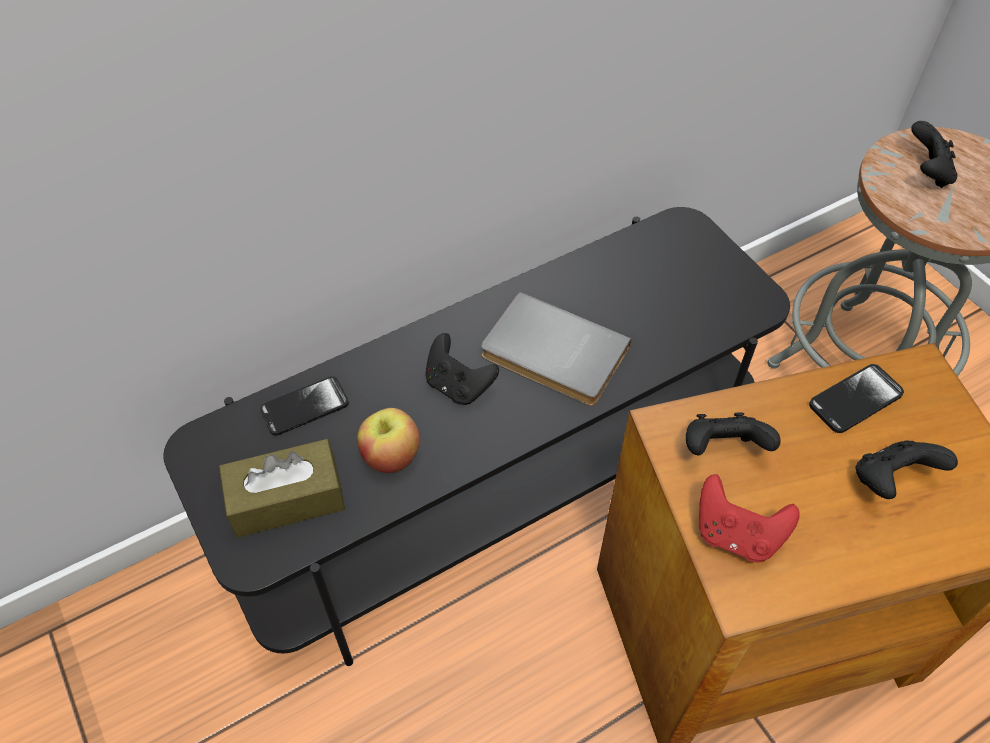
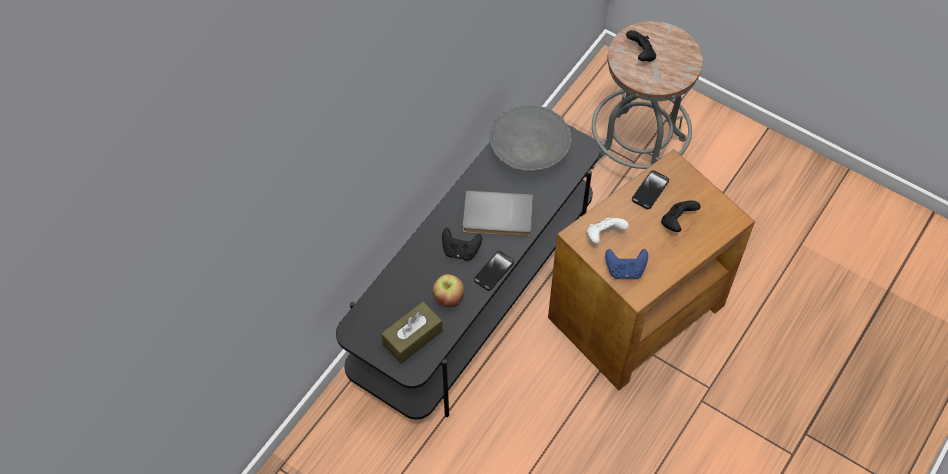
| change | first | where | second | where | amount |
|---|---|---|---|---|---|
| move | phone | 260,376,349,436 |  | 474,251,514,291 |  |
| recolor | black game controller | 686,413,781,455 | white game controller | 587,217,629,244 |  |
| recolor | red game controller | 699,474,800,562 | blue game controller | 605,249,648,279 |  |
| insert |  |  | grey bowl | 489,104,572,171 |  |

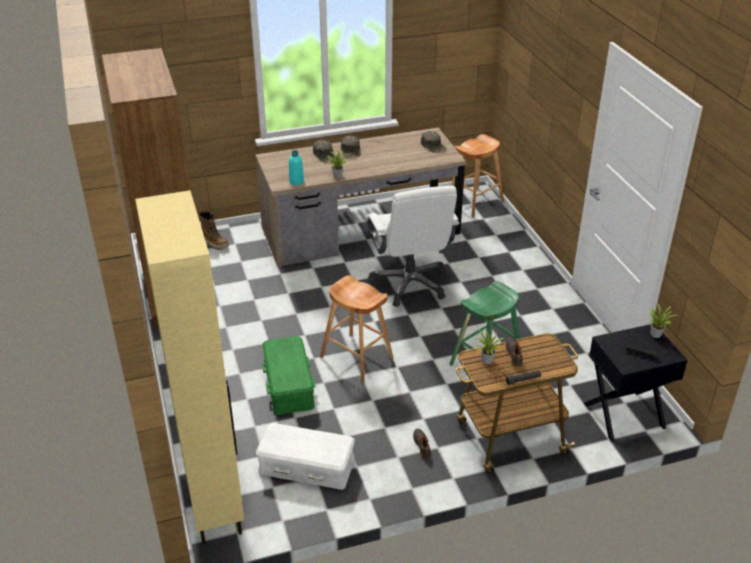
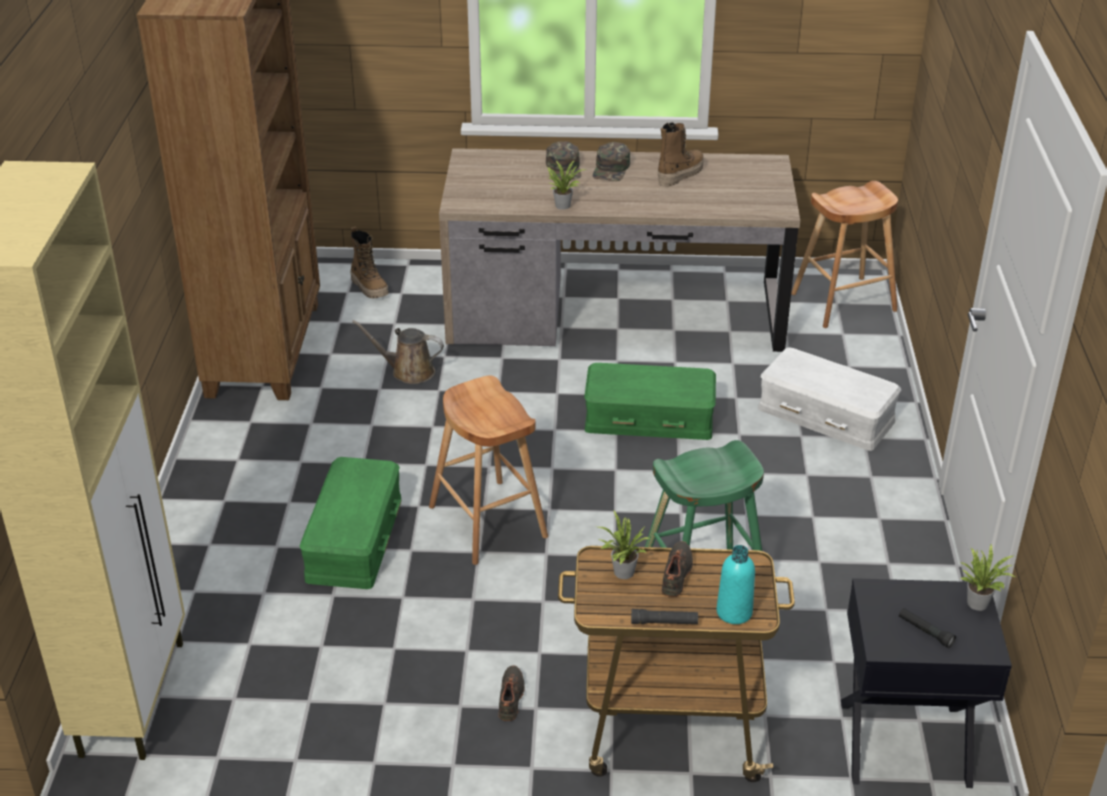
| change | first | where | second | where | amount |
|---|---|---|---|---|---|
| move | white storage box | 256,423,355,490 |  | 758,347,901,451 |  |
| move | turquoise bottle | 289,150,304,185 |  | 716,545,755,624 |  |
| replace | white office chair | 367,186,460,307 | green storage box | 584,363,716,440 |  |
| delete | green cap | 421,131,447,153 |  |  |  |
| insert |  |  | brown watering can | 352,320,444,384 |  |
| insert |  |  | boot | 658,122,704,187 |  |

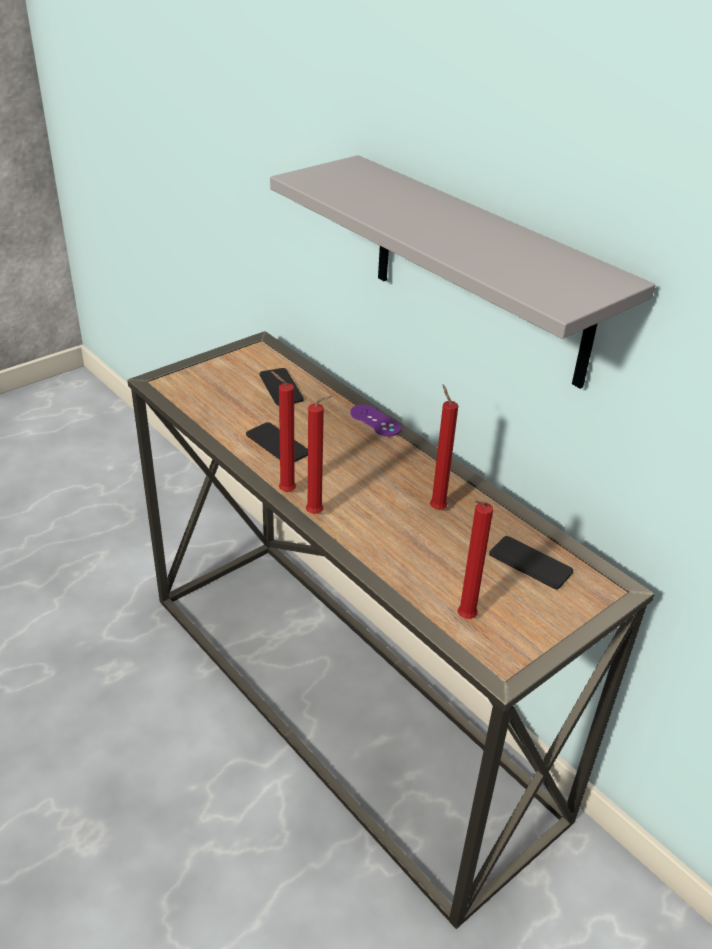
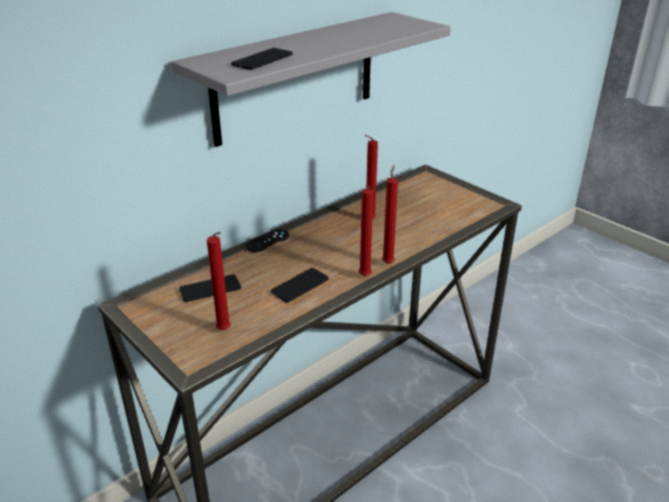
| change | first | where | second | where | amount |
|---|---|---|---|---|---|
| recolor | purple game controller | 350,404,401,437 | black game controller | 246,229,289,252 |  |
| move | red candle | 458,501,493,619 |  | 207,232,231,330 |  |
| move | phone | 489,536,573,589 |  | 231,48,293,70 |  |

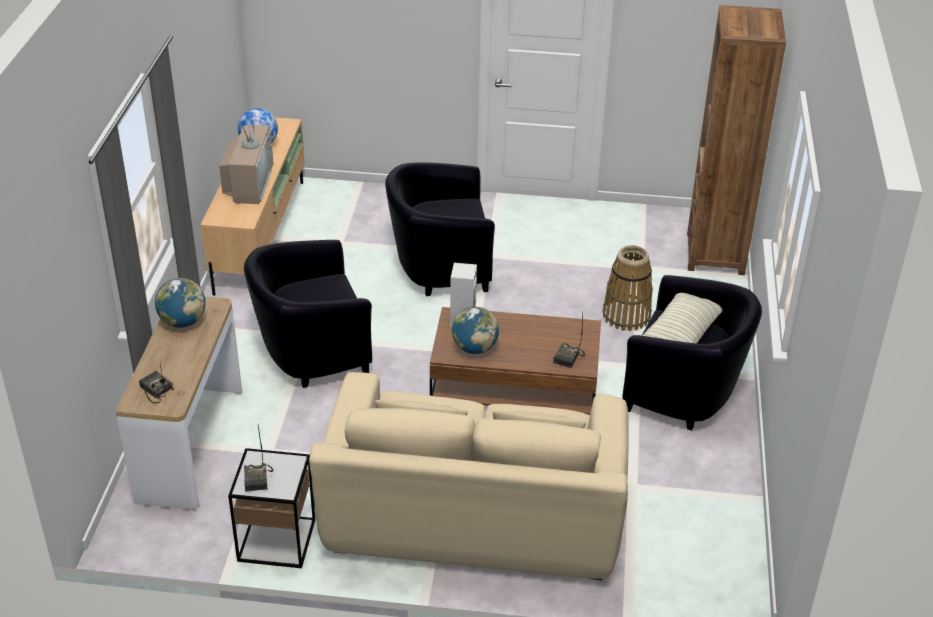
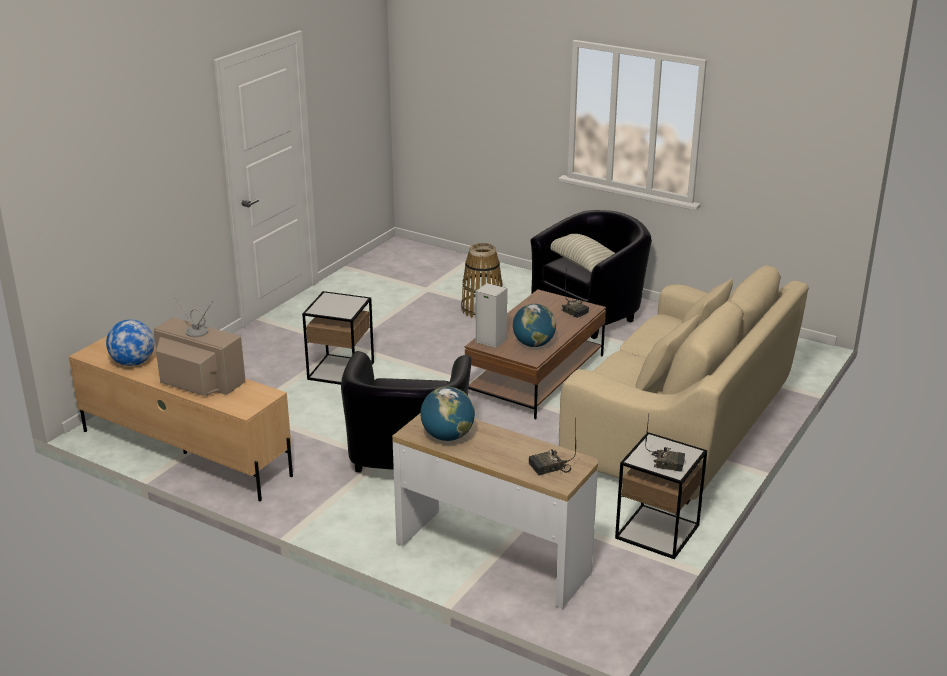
| change | first | where | second | where | amount |
|---|---|---|---|---|---|
| replace | black armchair | 385,162,495,296 | side table | 302,291,374,385 |  |
| delete | brown bookcase | 687,5,786,275 |  |  |  |

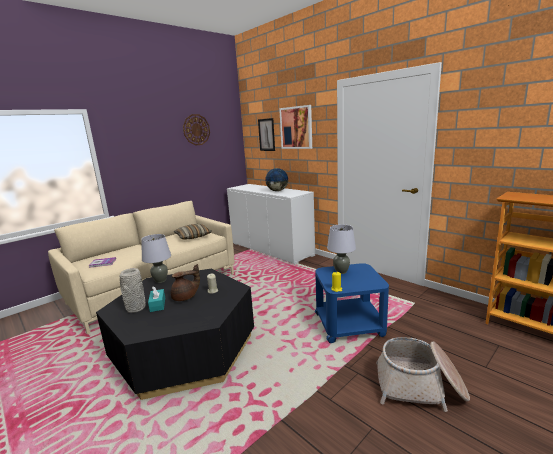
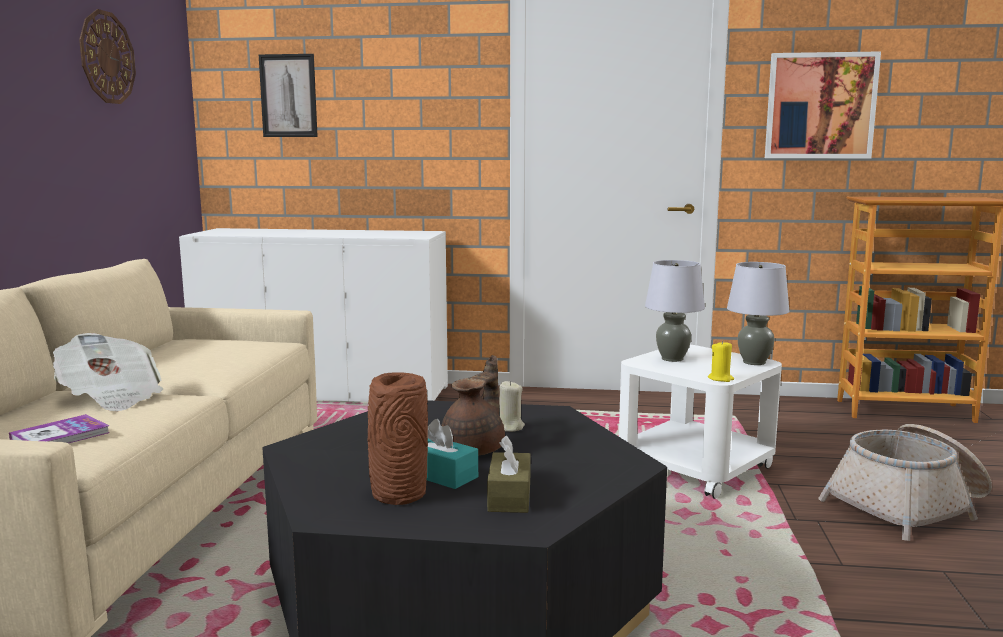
| change | first | where | second | where | amount |
|---|---|---|---|---|---|
| recolor | grey vase | 119,268,146,313 | brown vase | 368,372,428,505 |  |
| move | grey table lamp | 141,234,171,283 |  | 727,262,789,365 |  |
| delete | pillow | 174,224,212,240 |  |  |  |
| delete | globe | 265,168,289,191 |  |  |  |
| move | picture | 279,105,312,149 |  | 765,51,881,158 |  |
| recolor | blue side table | 315,263,389,343 | white side table | 619,345,782,499 |  |
| insert |  |  | newspaper | 53,333,163,412 |  |
| insert |  |  | brown tissue box | 487,436,531,513 |  |

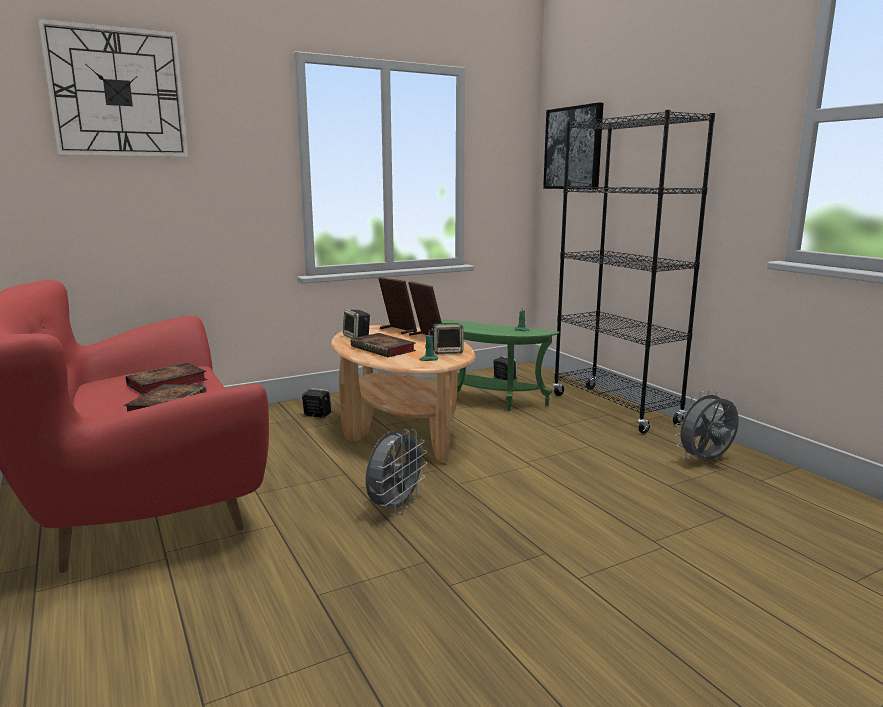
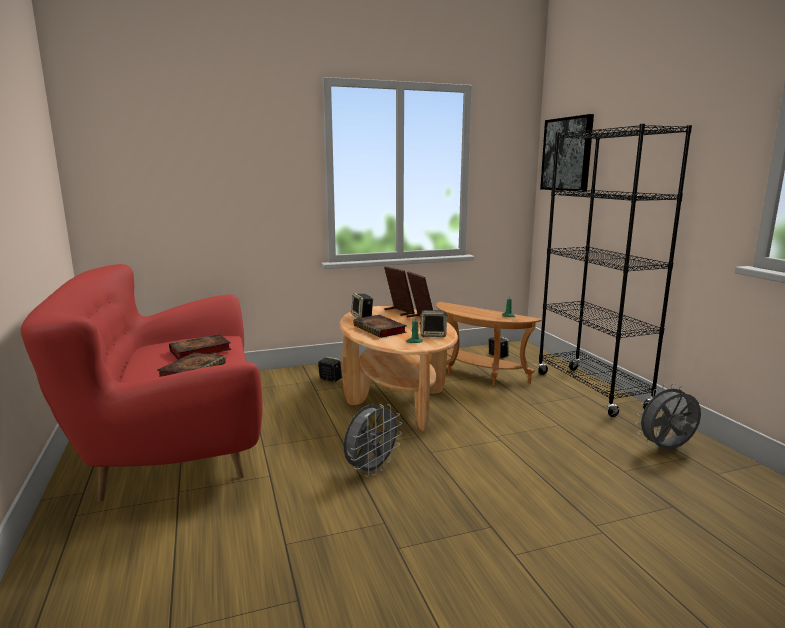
| change | first | where | second | where | amount |
|---|---|---|---|---|---|
| delete | wall clock | 38,19,189,157 |  |  |  |
| recolor | green side table | 441,319,560,411 | brown side table | 436,302,542,386 |  |

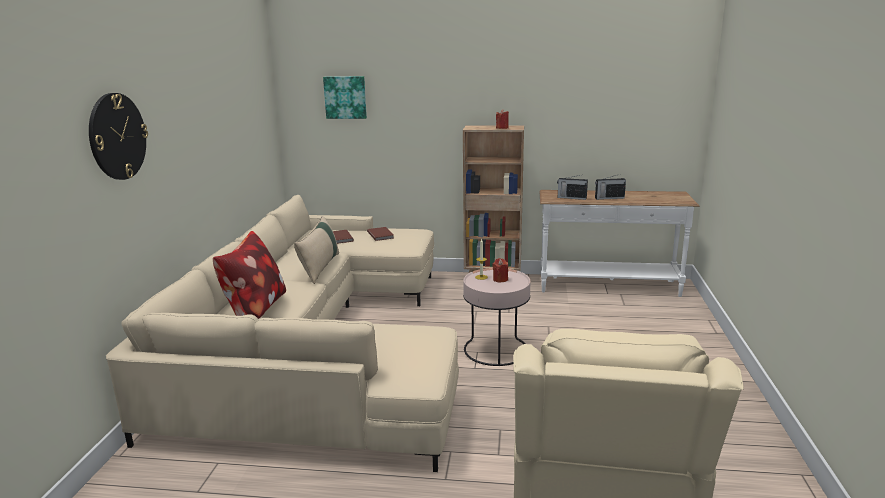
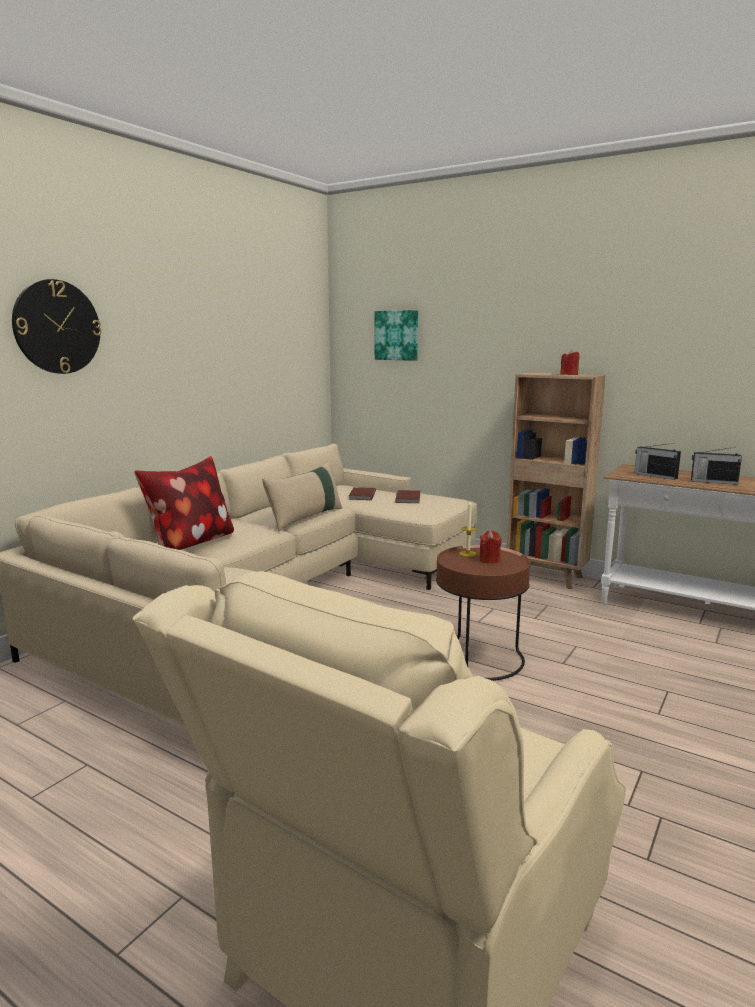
| change | first | where | second | where | amount |
|---|---|---|---|---|---|
| recolor | pink side table | 463,268,530,366 | brown side table | 436,545,530,681 |  |

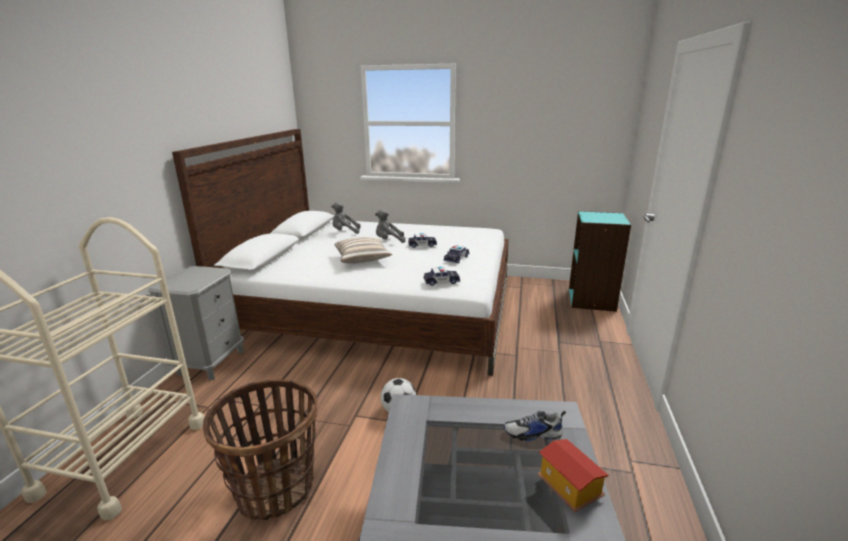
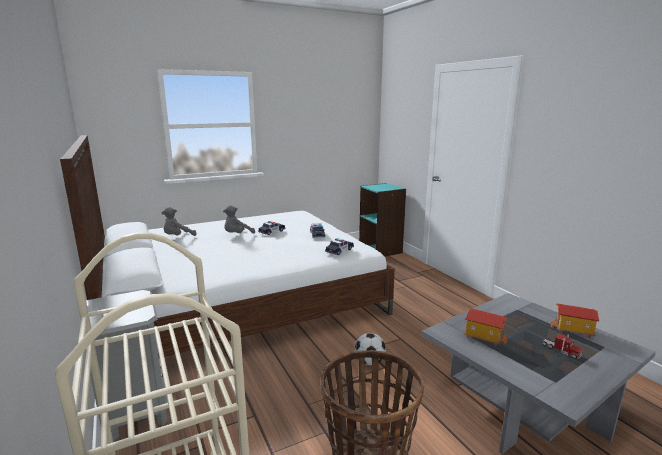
| change | first | where | second | where | amount |
|---|---|---|---|---|---|
| delete | pillow | 334,237,392,264 |  |  |  |
| delete | shoe | 504,411,566,441 |  |  |  |
| insert |  |  | toy house | 464,308,508,346 |  |
| insert |  |  | toy truck | 542,334,583,359 |  |

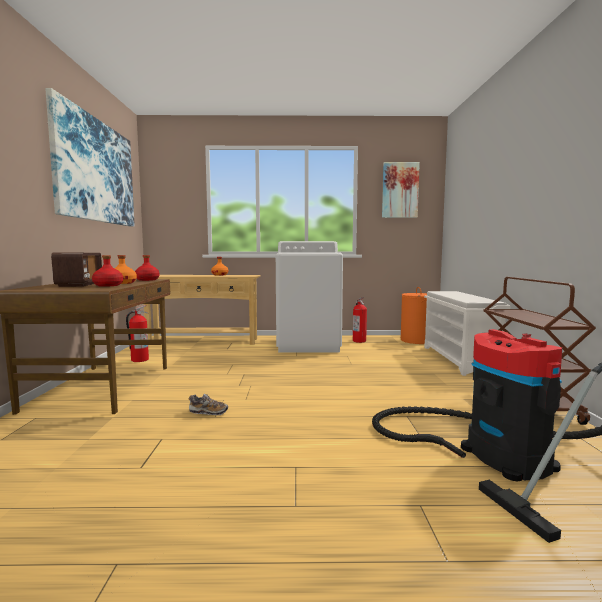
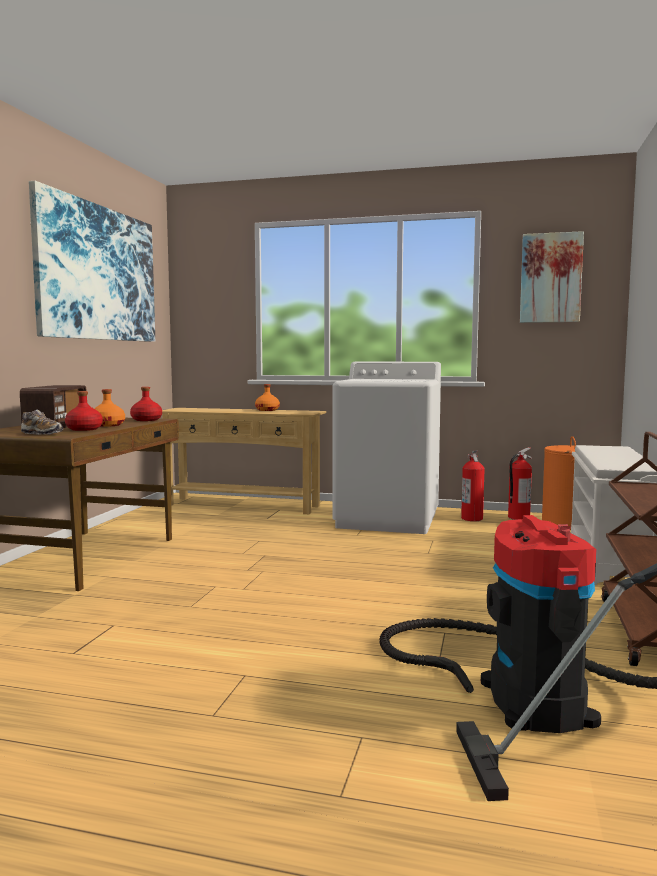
| change | first | where | second | where | amount |
|---|---|---|---|---|---|
| move | fire extinguisher | 126,305,149,362 |  | 508,447,532,520 |  |
| move | shoe | 189,394,228,415 |  | 21,410,63,435 |  |

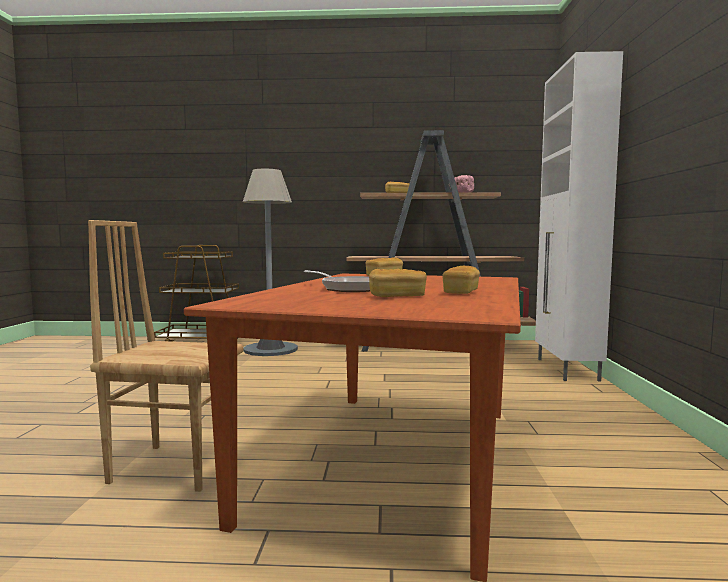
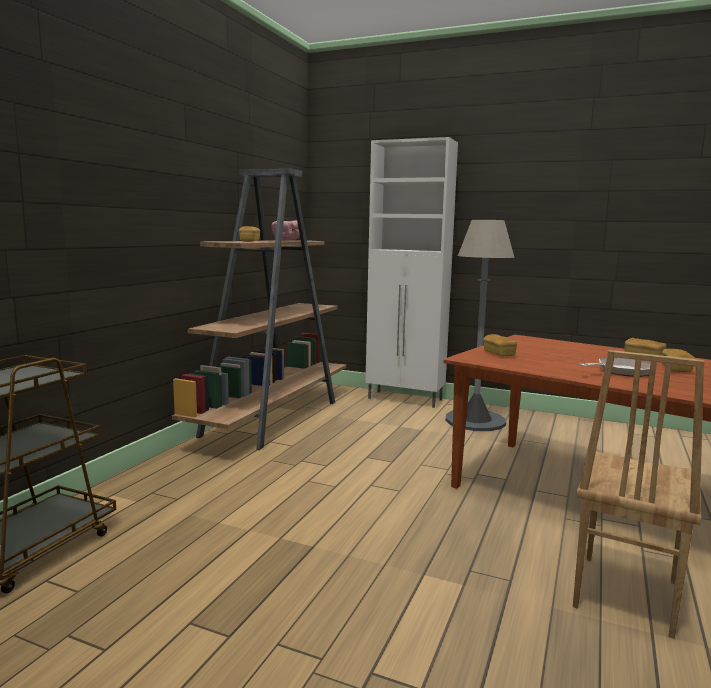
| change | first | where | second | where | amount |
|---|---|---|---|---|---|
| move | grey floor lamp | 243,169,298,356 |  | 446,220,515,431 |  |

